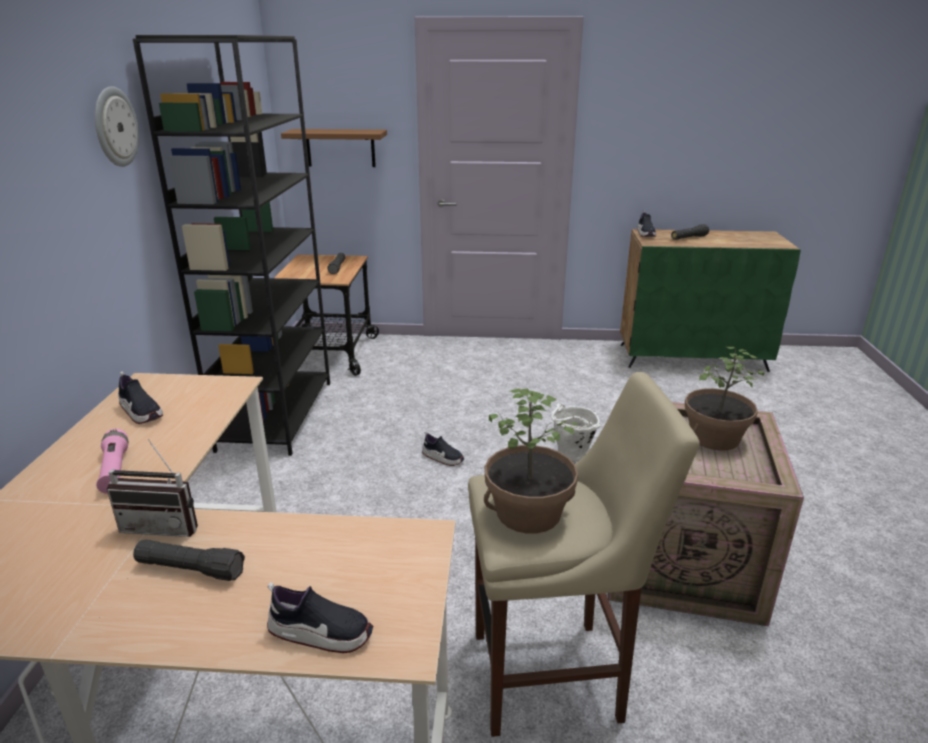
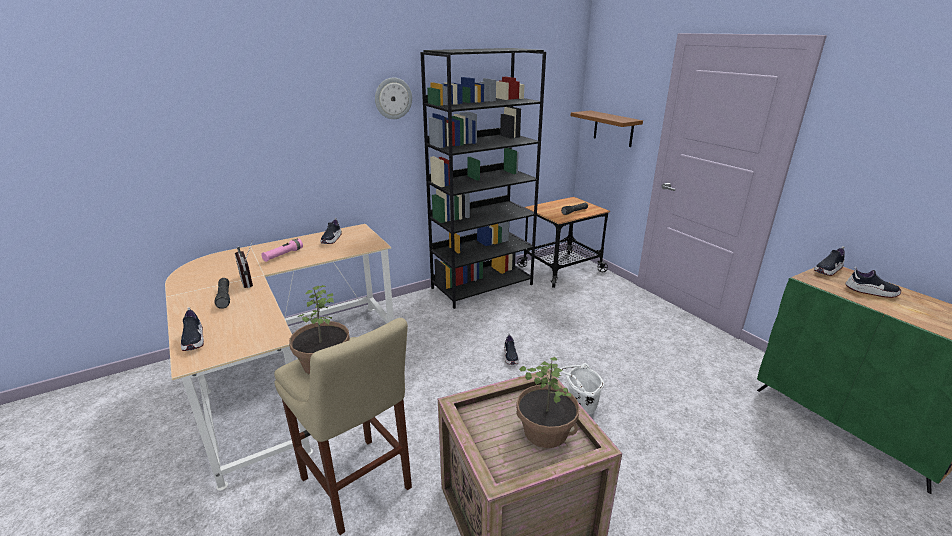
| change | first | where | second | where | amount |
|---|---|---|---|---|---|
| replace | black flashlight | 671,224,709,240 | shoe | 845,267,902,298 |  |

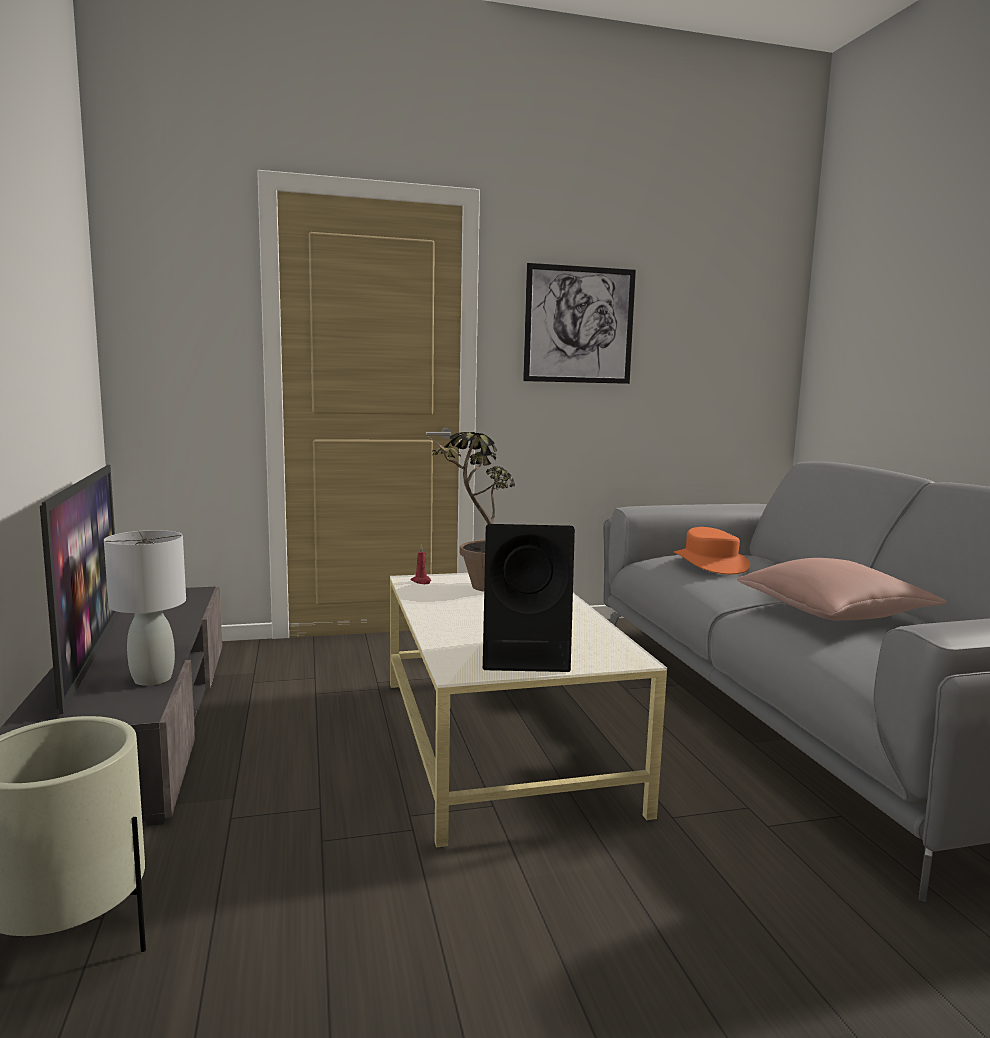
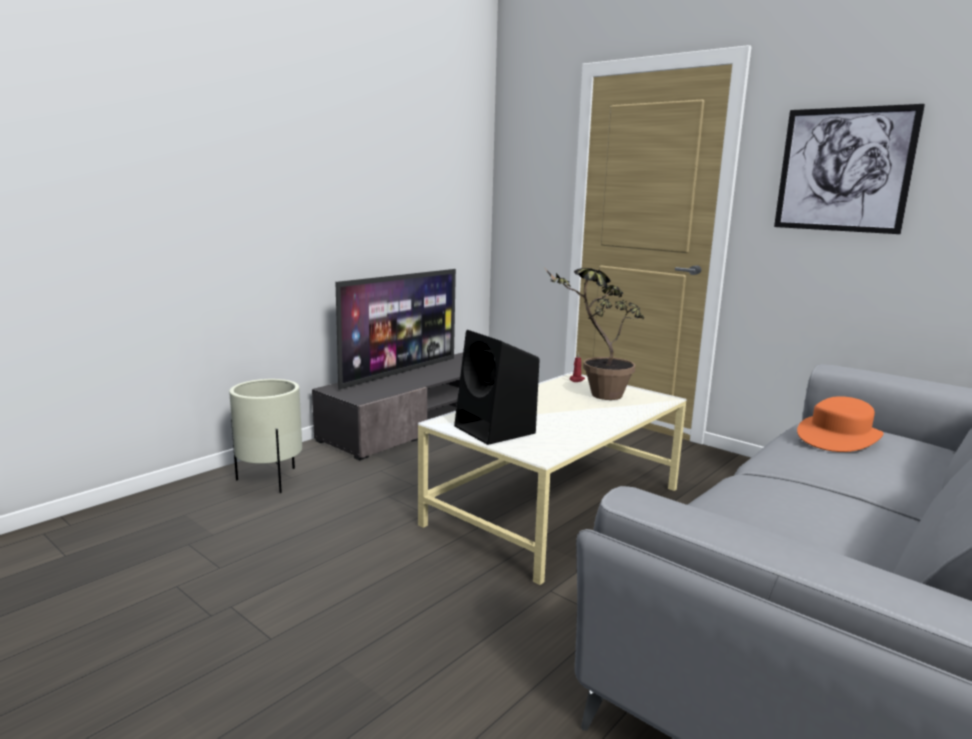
| change | first | where | second | where | amount |
|---|---|---|---|---|---|
| delete | grey table lamp | 104,530,186,686 |  |  |  |
| delete | pink pillow | 737,558,947,620 |  |  |  |

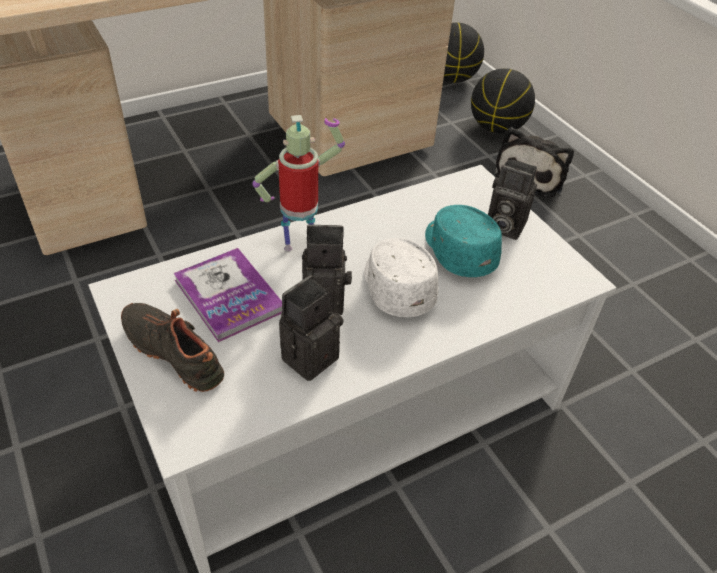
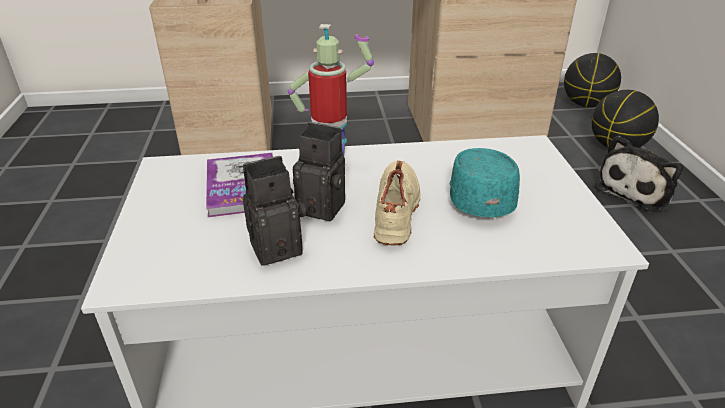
| change | first | where | second | where | amount |
|---|---|---|---|---|---|
| delete | black shoe | 121,303,224,392 |  |  |  |
| replace | white cap | 364,238,439,317 | beige shoe | 374,161,421,245 |  |
| delete | photo camera | 488,158,537,240 |  |  |  |

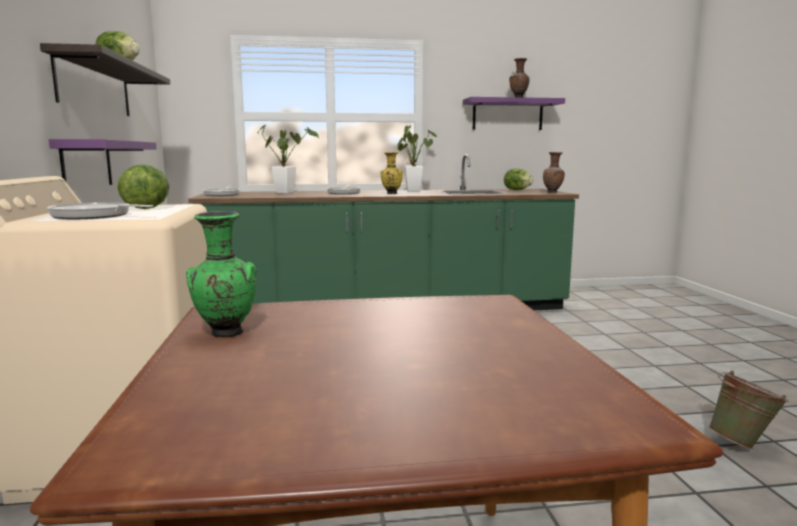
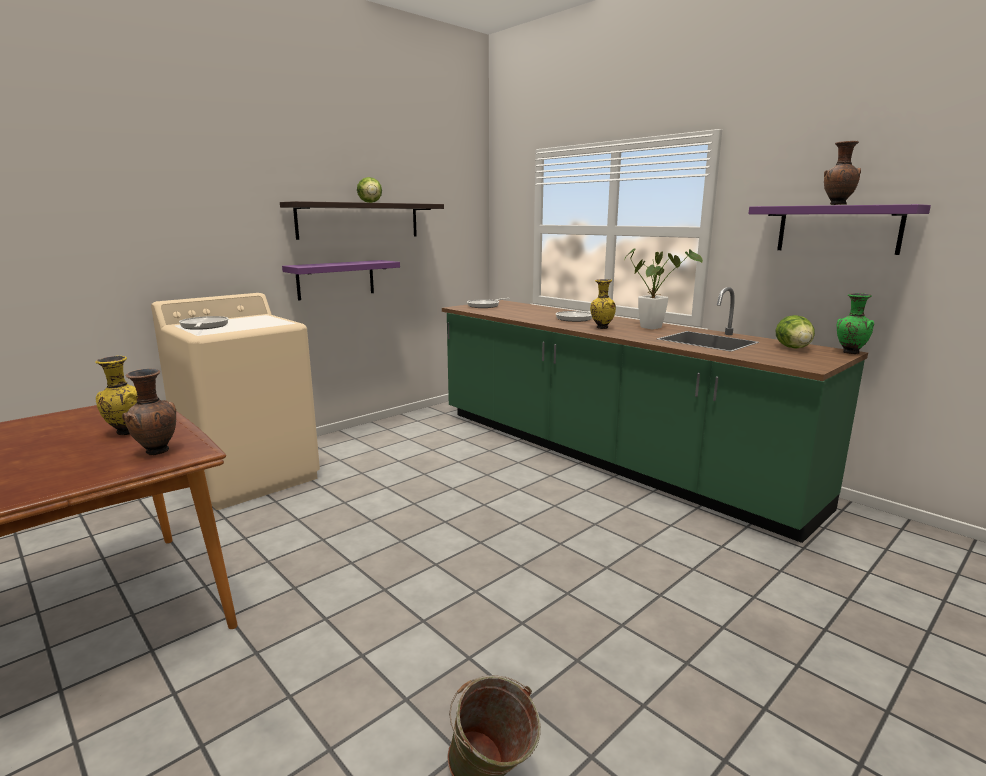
| change | first | where | second | where | amount |
|---|---|---|---|---|---|
| delete | lettuce | 118,164,169,209 |  |  |  |
| move | green vase | 186,211,256,337 |  | 836,293,874,354 |  |
| delete | potted plant | 257,125,319,193 |  |  |  |
| move | brown vase | 543,152,565,193 |  | 122,369,176,456 |  |
| insert |  |  | yellow vase | 95,356,138,435 |  |

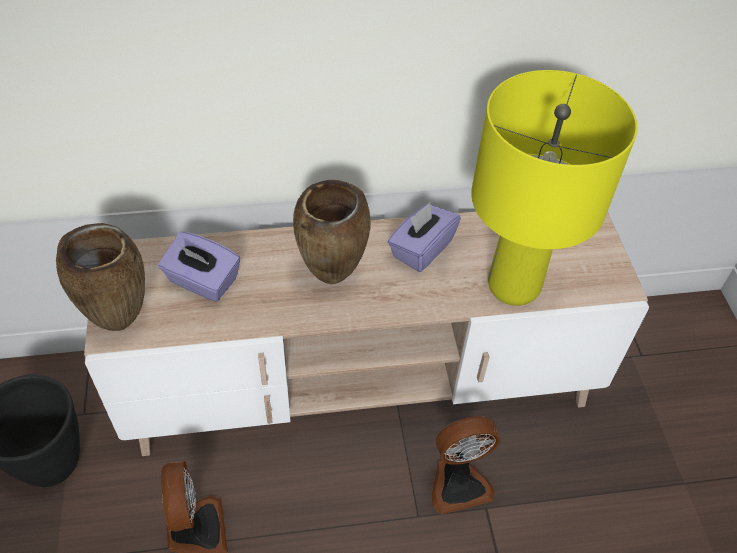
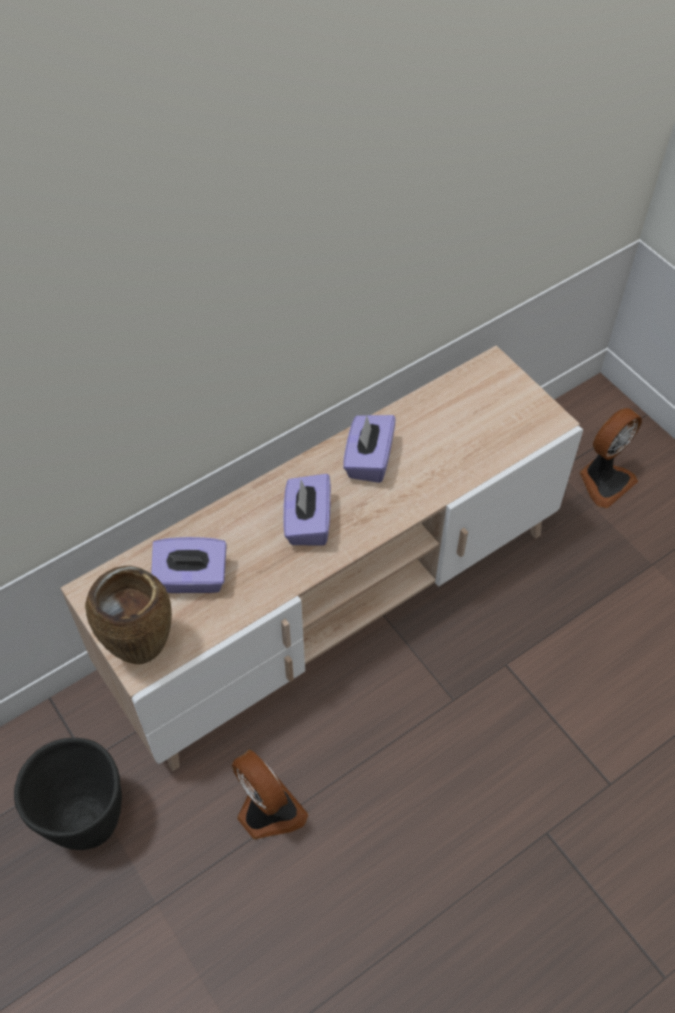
| change | first | where | second | where | amount |
|---|---|---|---|---|---|
| replace | brown vase | 293,180,371,284 | purple tissue box | 283,474,331,546 |  |
| move | fan | 432,416,501,515 |  | 580,408,642,508 |  |
| delete | yellow table lamp | 471,70,637,306 |  |  |  |

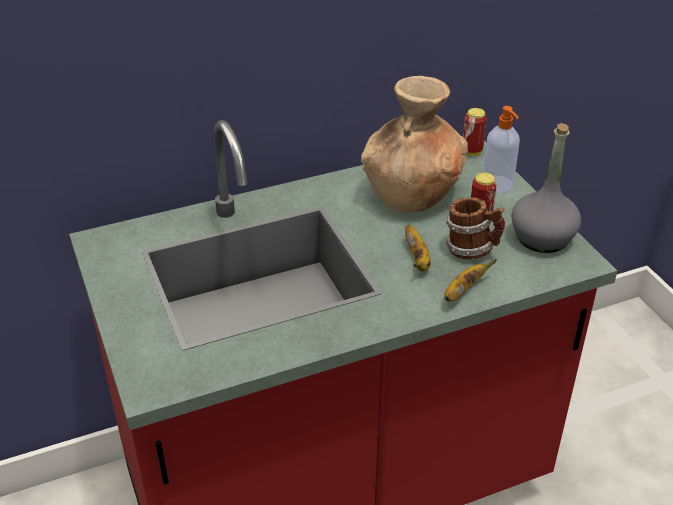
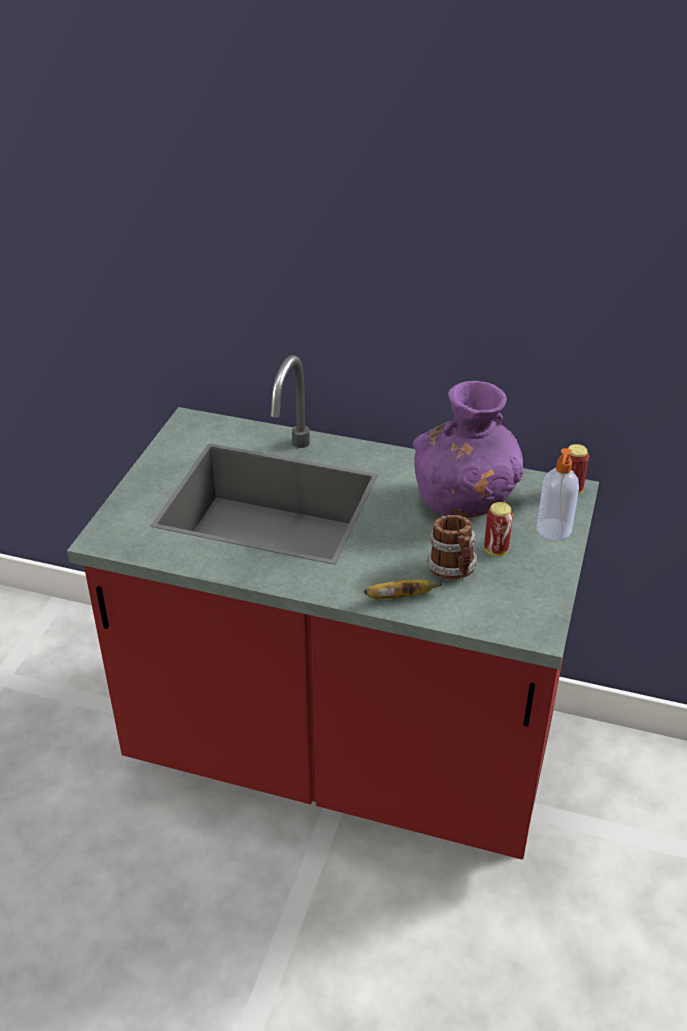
| change | first | where | second | where | amount |
|---|---|---|---|---|---|
| recolor | brown vase | 361,76,468,213 | purple vase | 413,381,523,518 |  |
| delete | banana | 405,225,431,271 |  |  |  |
| delete | grey bottle | 511,123,581,253 |  |  |  |

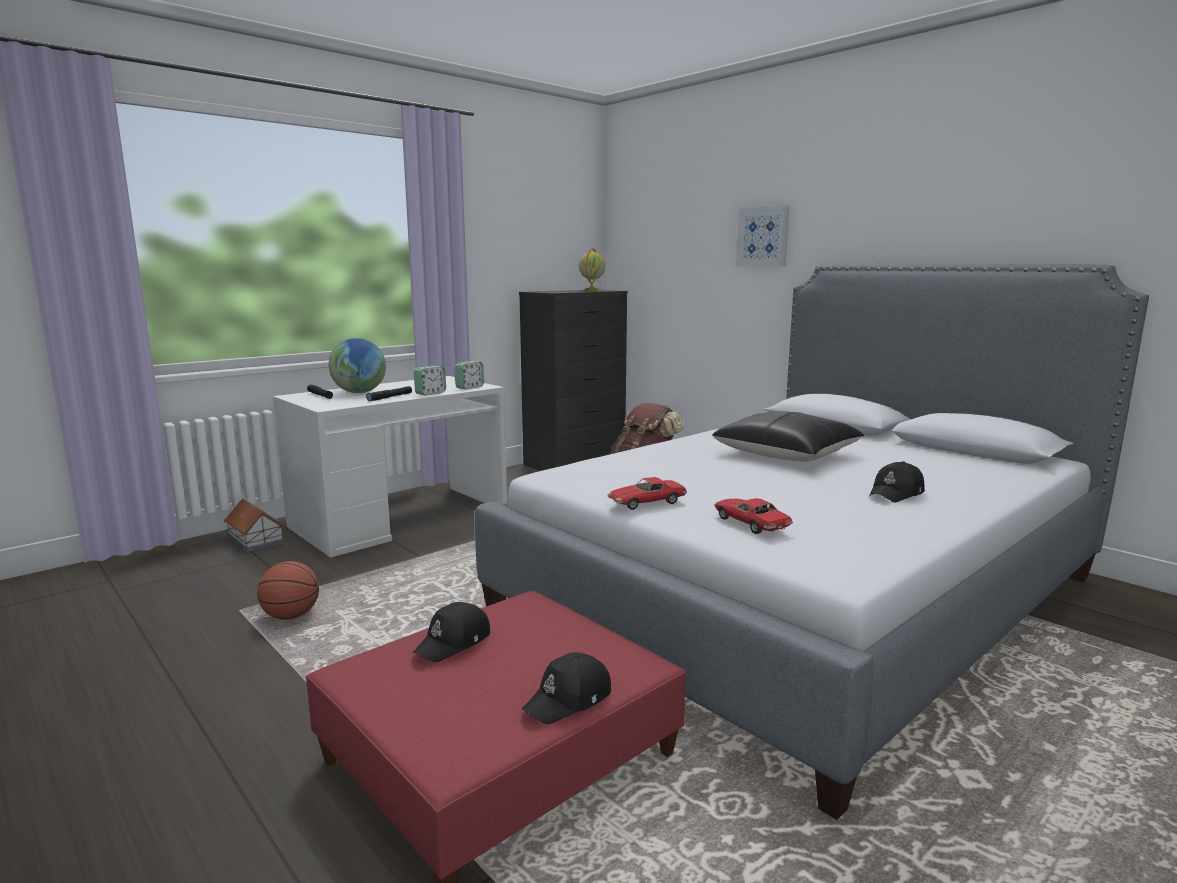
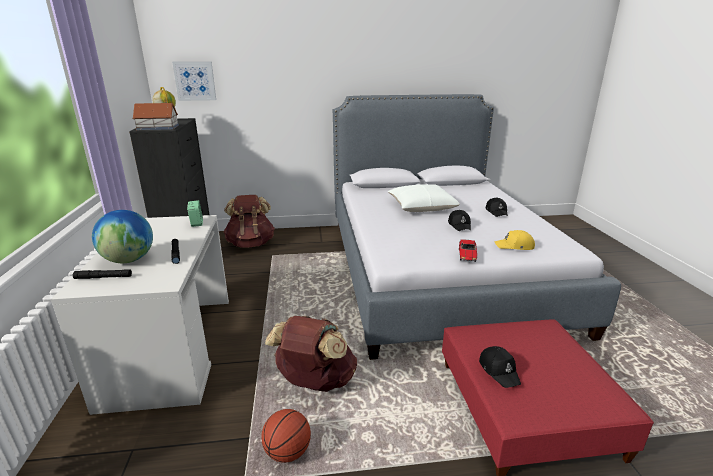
| change | first | where | second | where | amount |
|---|---|---|---|---|---|
| move | toy house | 224,499,284,552 |  | 132,103,179,130 |  |
| delete | alarm clock | 414,366,446,396 |  |  |  |
| move | black cap | 522,652,611,724 |  | 448,210,471,231 |  |
| recolor | black pillow | 712,412,864,462 | white pillow | 387,184,460,212 |  |
| replace | toy car | 714,498,793,534 | yellow cap | 494,230,535,250 |  |
| move | picture | 736,205,790,267 |  | 172,61,216,101 |  |
| insert |  |  | brown backpack | 265,316,357,392 |  |

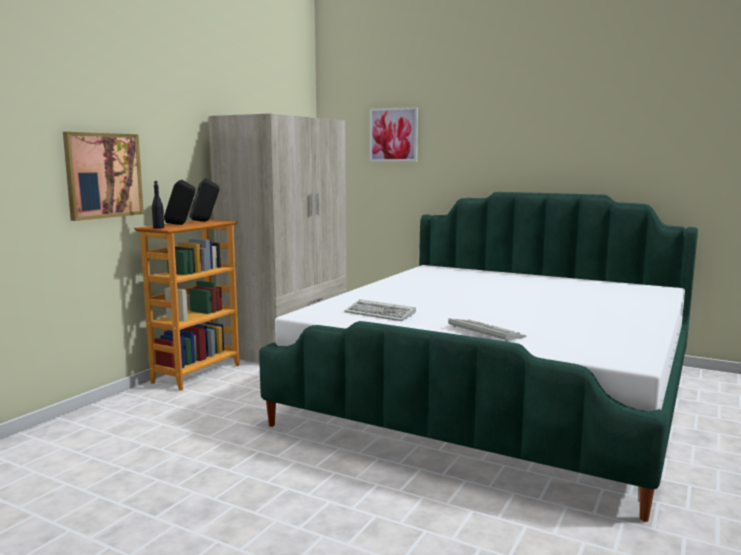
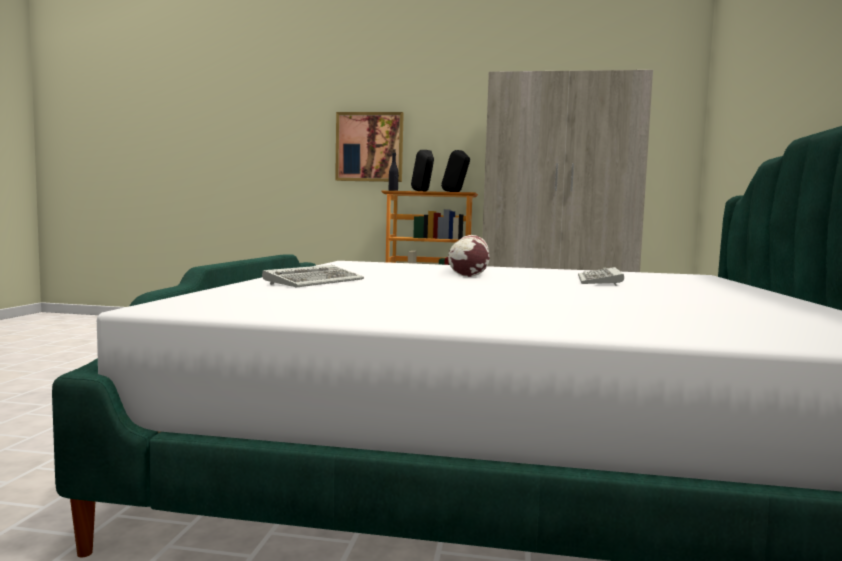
| change | first | where | second | where | amount |
|---|---|---|---|---|---|
| move | keyboard | 344,299,416,321 |  | 578,267,624,286 |  |
| delete | picture | 370,107,418,162 |  |  |  |
| insert |  |  | pillow | 448,235,490,277 |  |

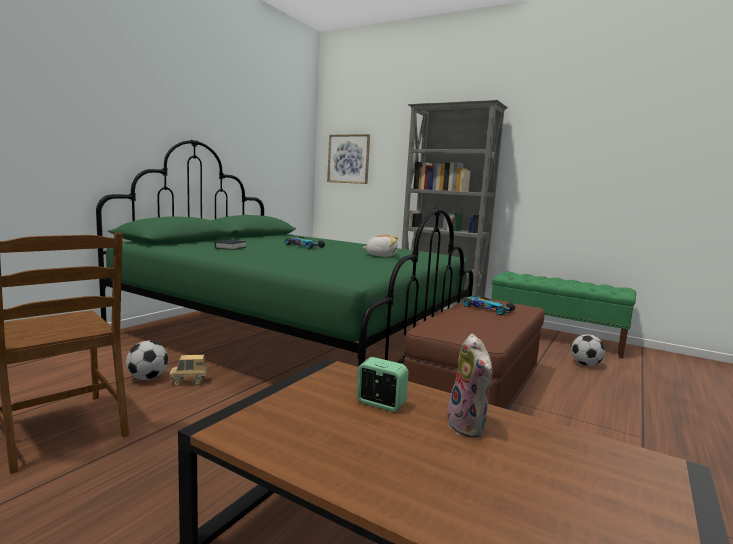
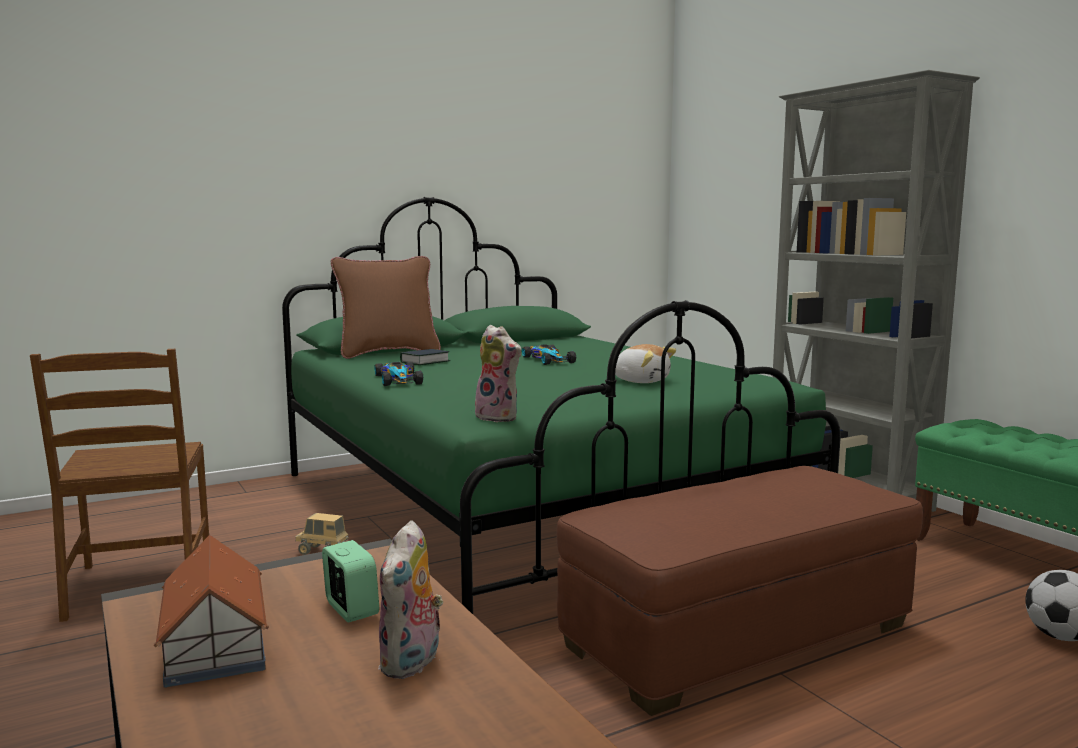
| change | first | where | second | where | amount |
|---|---|---|---|---|---|
| delete | football | 126,341,168,380 |  |  |  |
| delete | picture | 327,134,370,184 |  |  |  |
| move | toy car | 463,295,516,315 |  | 374,362,423,386 |  |
| insert |  |  | toy house | 153,535,269,688 |  |
| insert |  |  | brown pillow | 331,256,441,359 |  |
| insert |  |  | plush toy | 475,325,522,422 |  |

